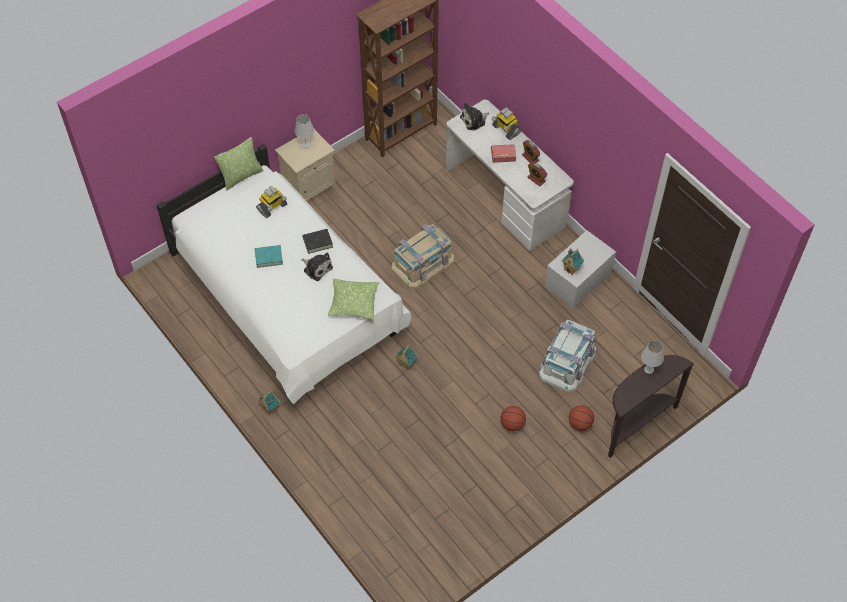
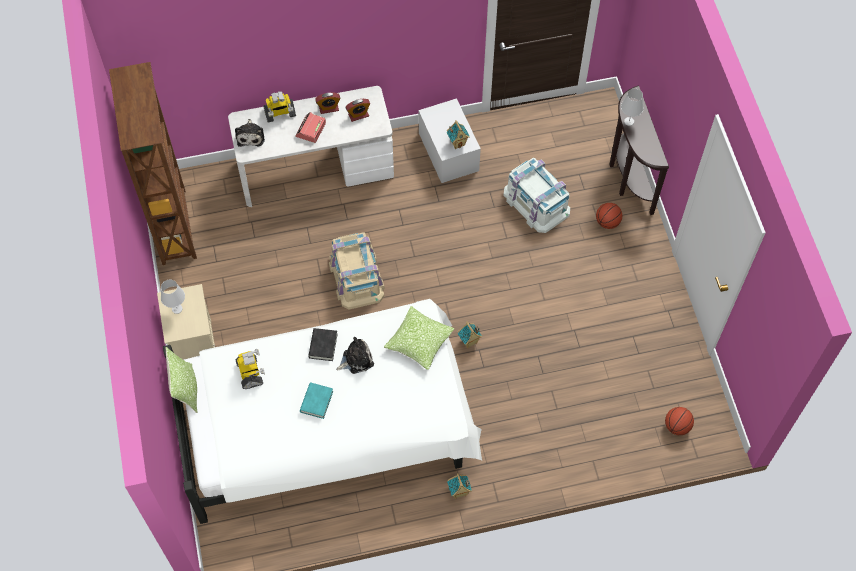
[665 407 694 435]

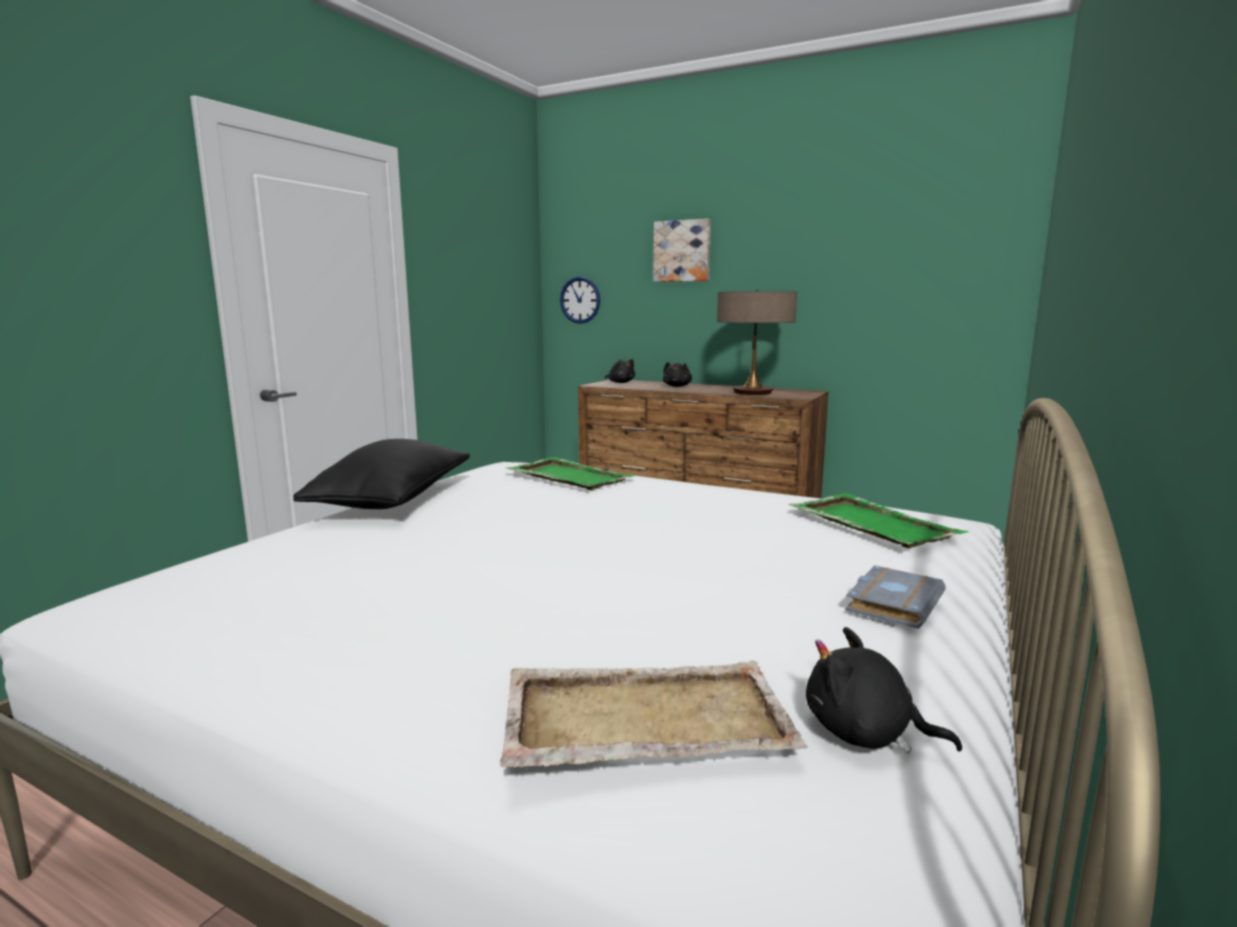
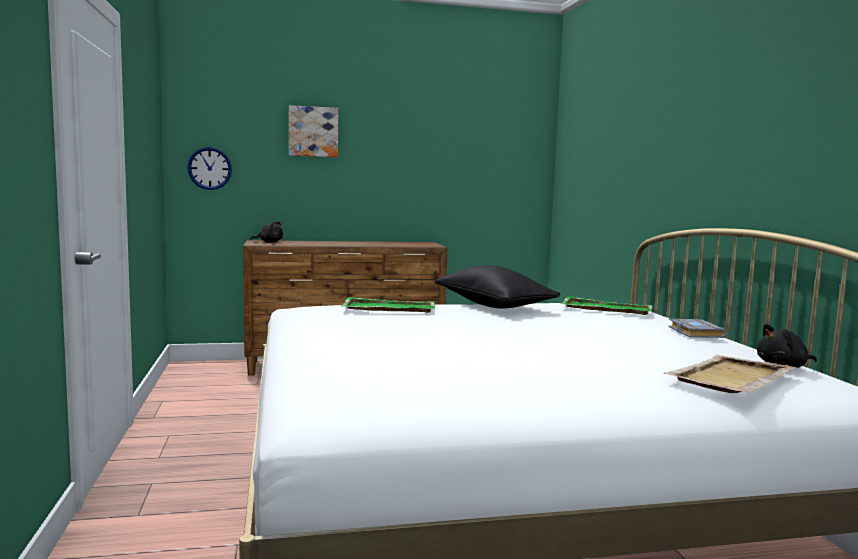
[717 290 797 395] (first image)
[663 362 692 387] (first image)
[435 265 560 309]

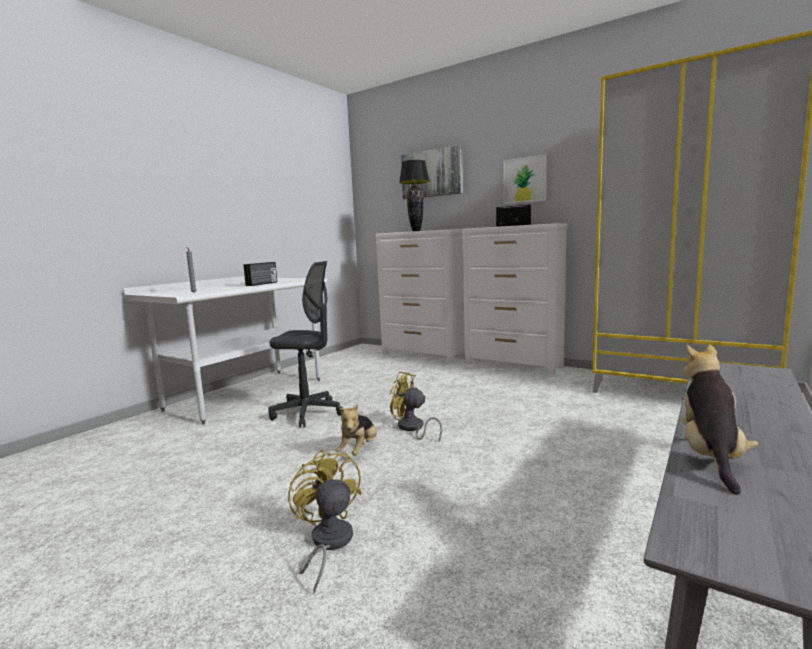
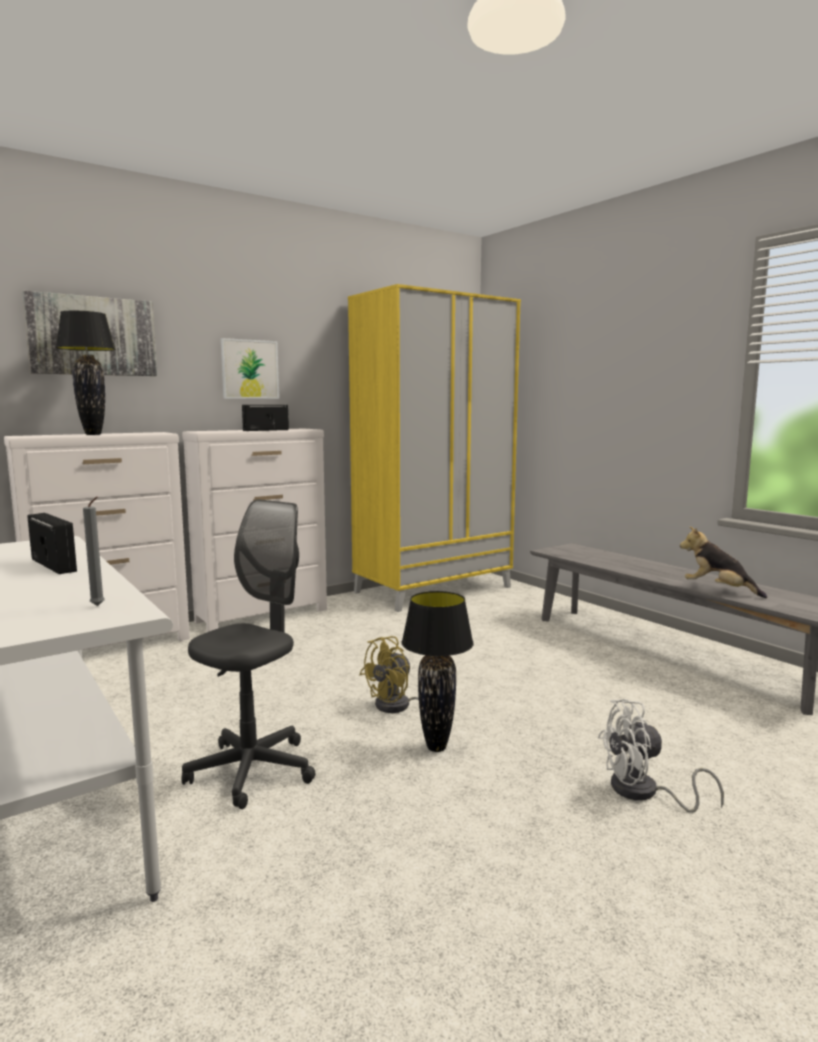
[402 591 473 752]
[598 699 724 813]

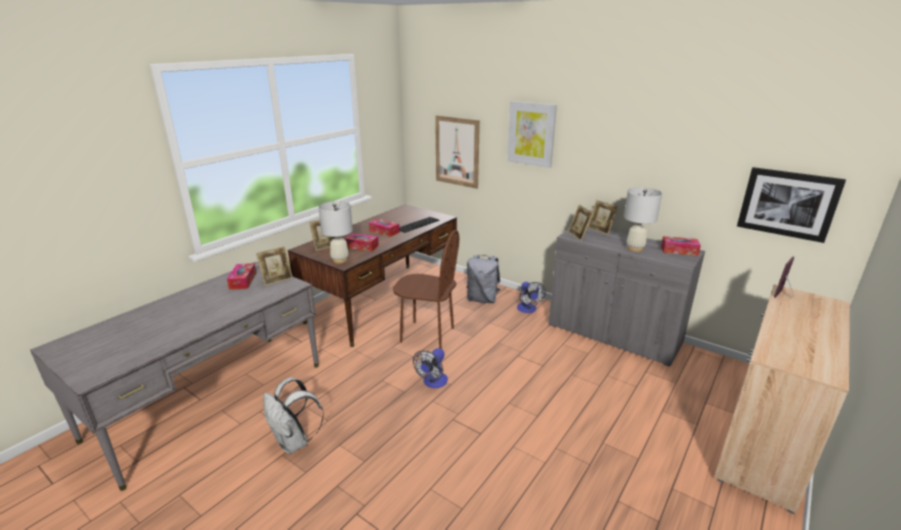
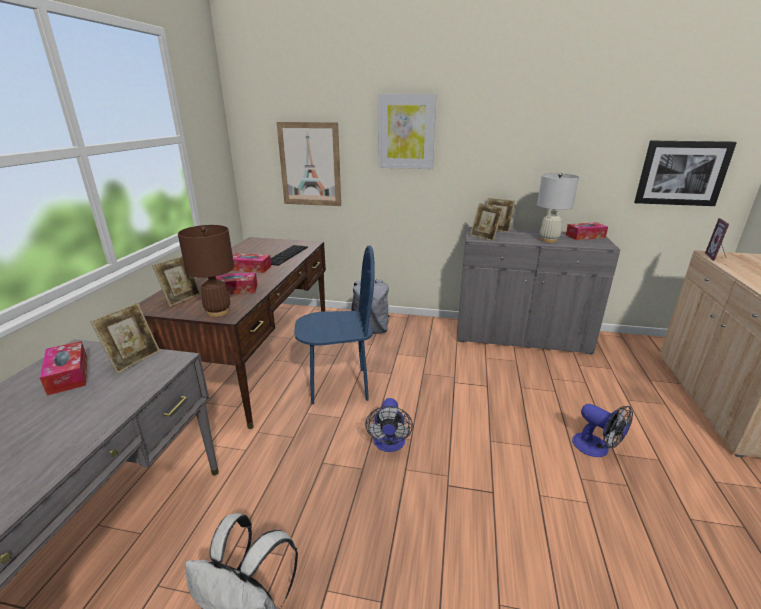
[178 225 234 317]
[294 245 375 405]
[572 404 633 457]

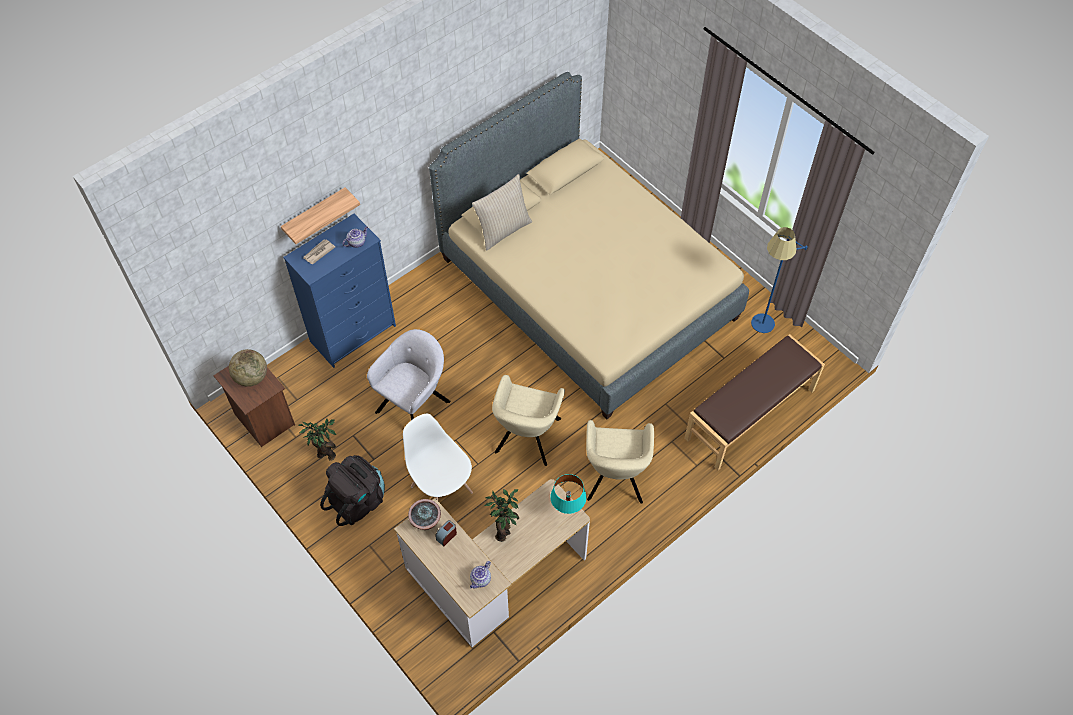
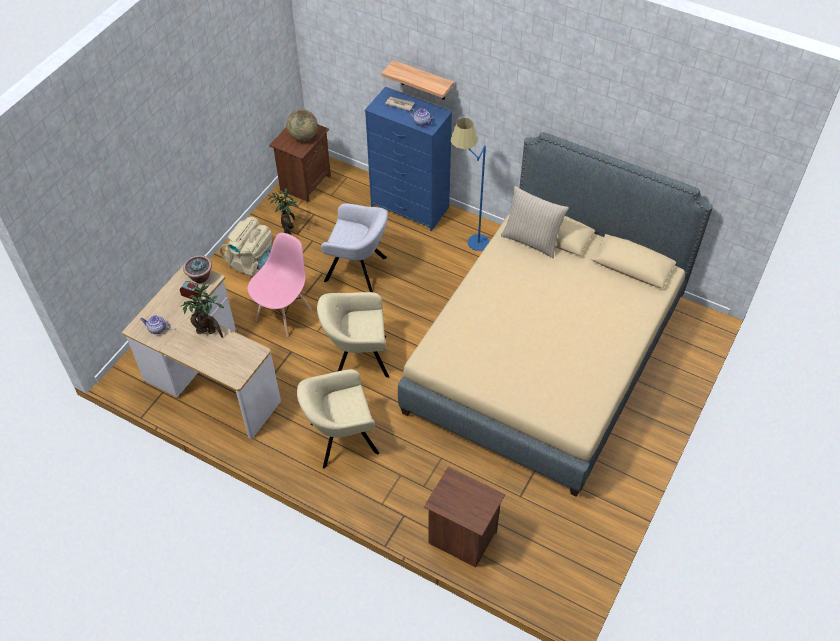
[451 118 489 251]
[424 467 505 568]
[247 233 312 337]
[220 217 273 277]
[550 474 586 514] (first image)

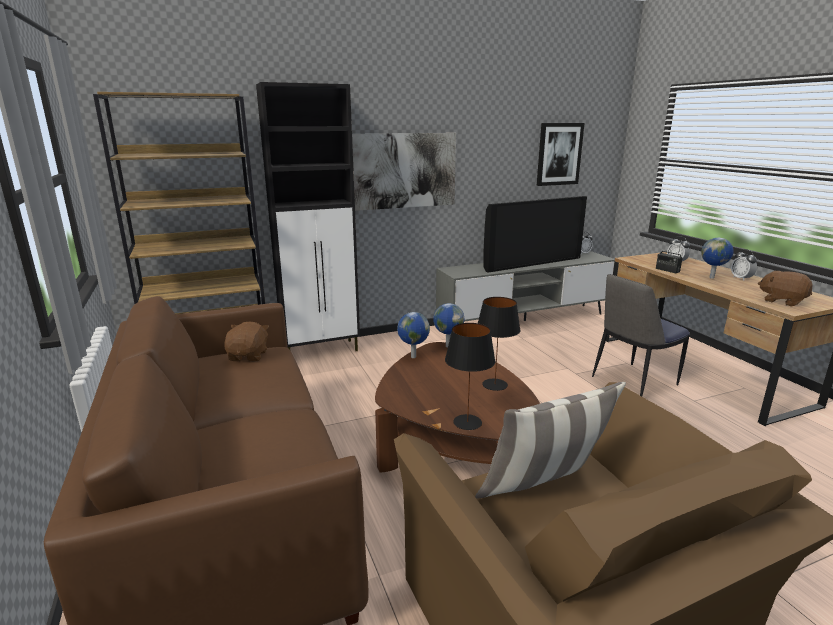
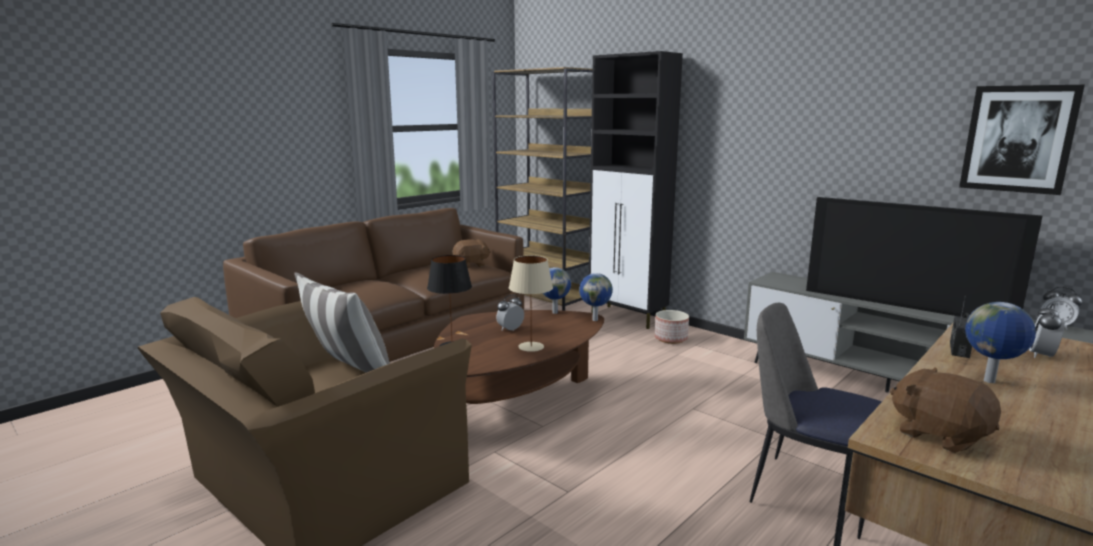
[352 133 456 211] (first image)
[496 294 524 330]
[890 367 1001 453]
[509 255 553 352]
[655 310 689 344]

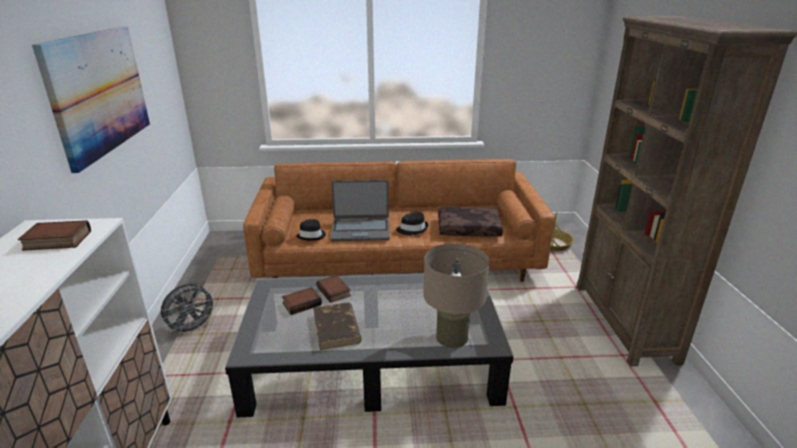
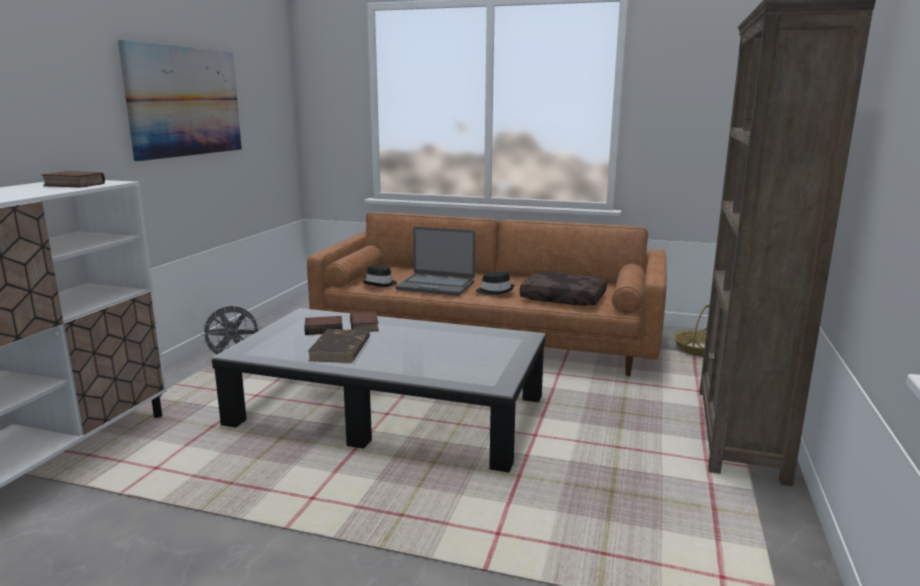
[423 243 490 348] (first image)

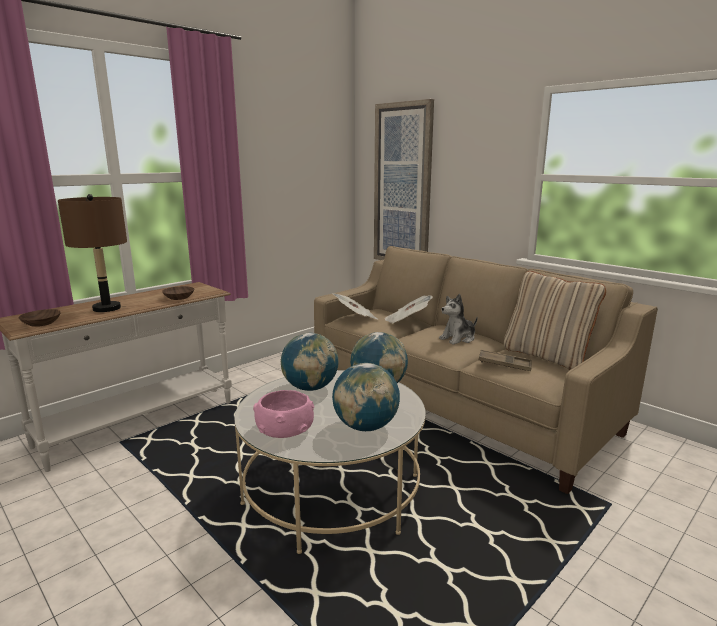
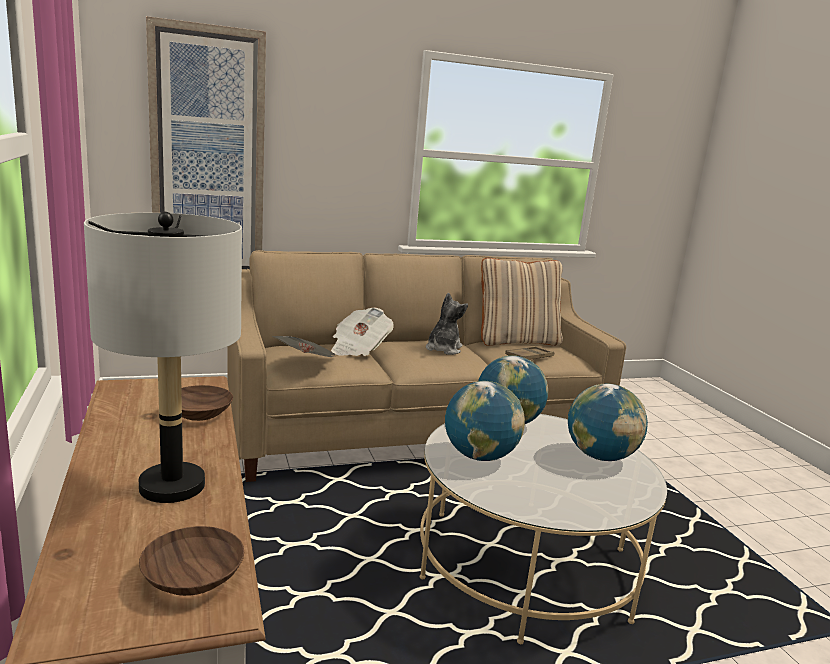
[84 212 242 503]
[426 293 468 355]
[253 390 314 438] (first image)

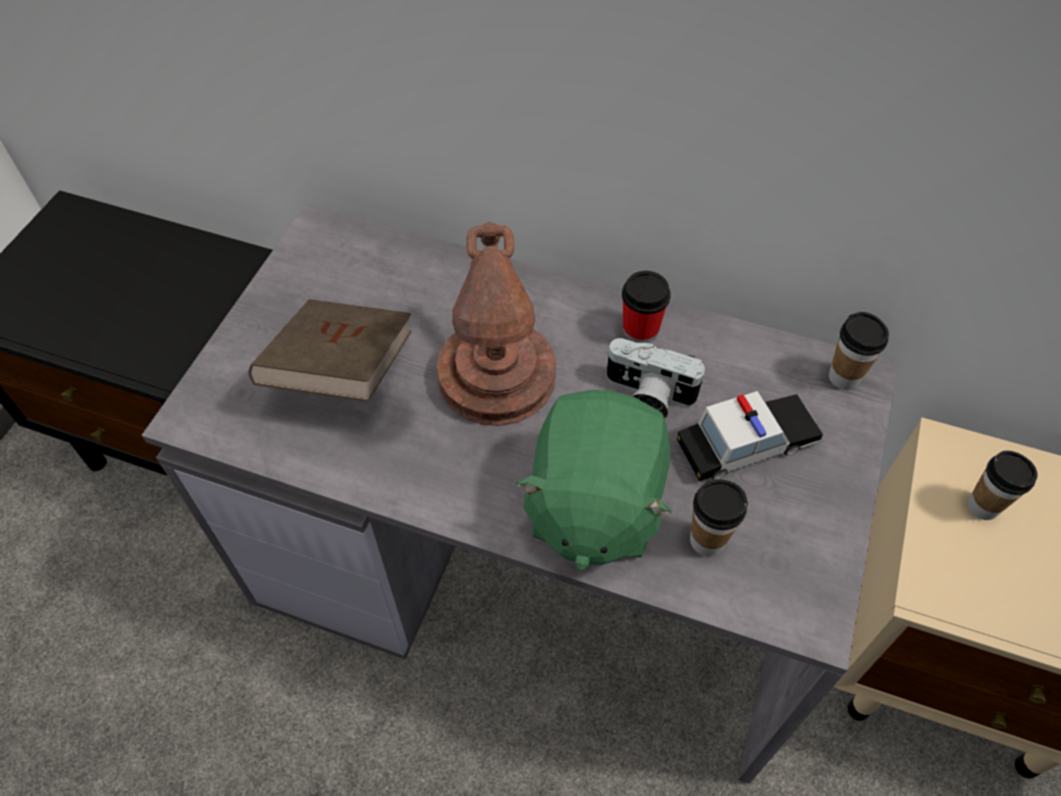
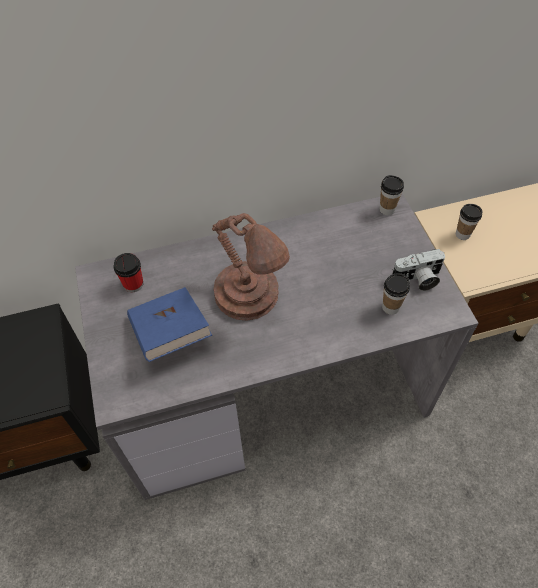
[114 253 143 292]
[127 287 212 362]
[393 249 445 291]
[515 390 672 570] (first image)
[677 391 823 481] (first image)

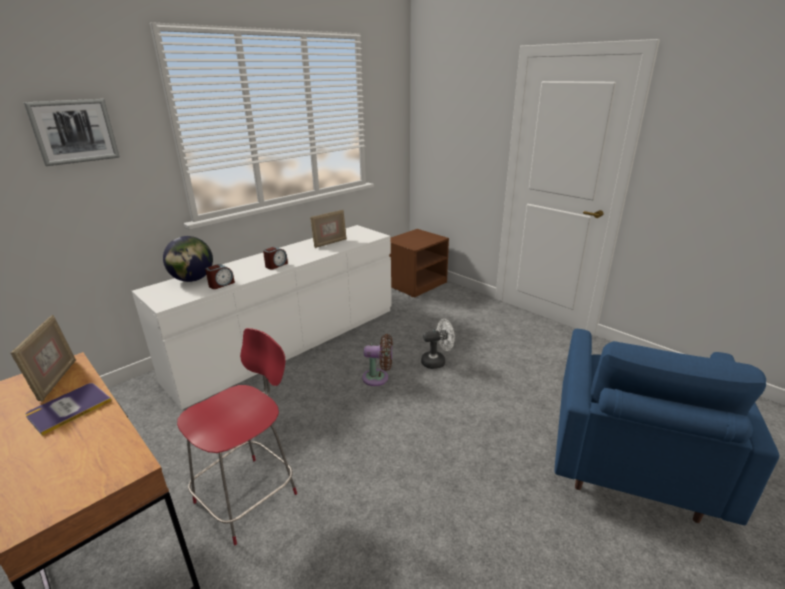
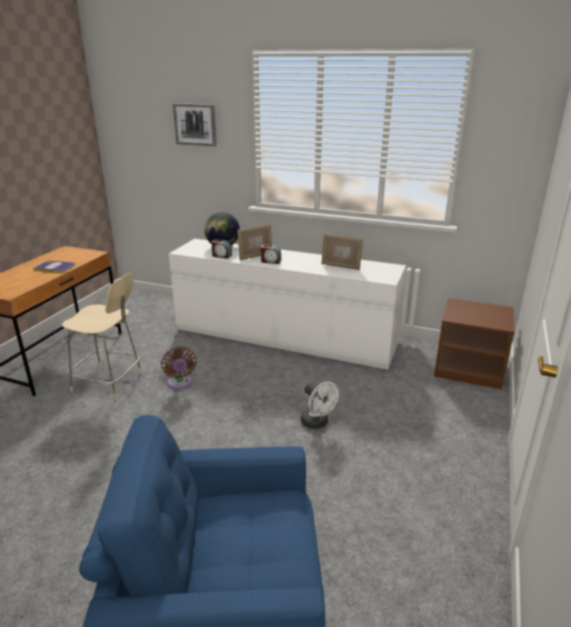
[237 224 272 260]
[62 273 142 400]
[161 347 197 389]

